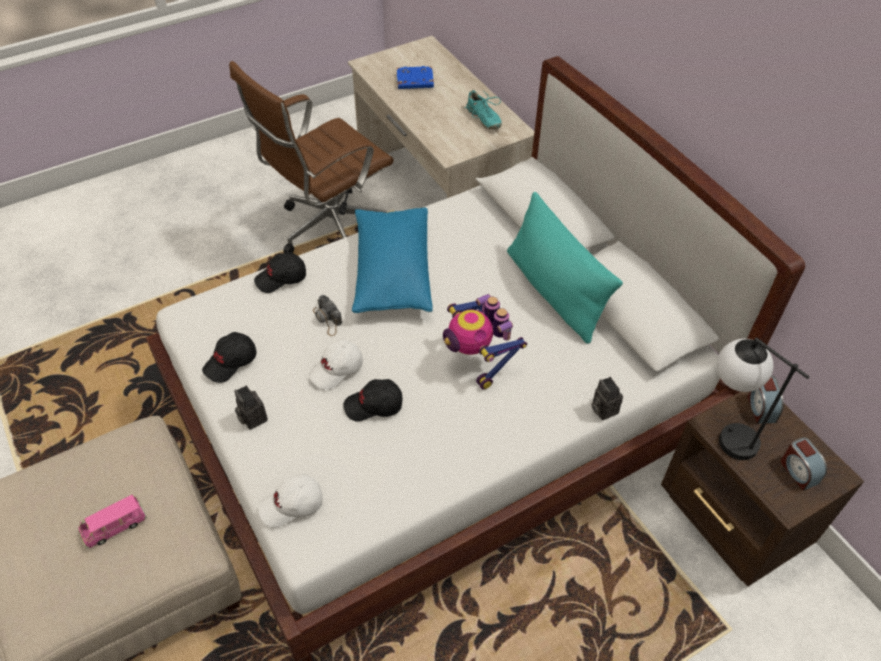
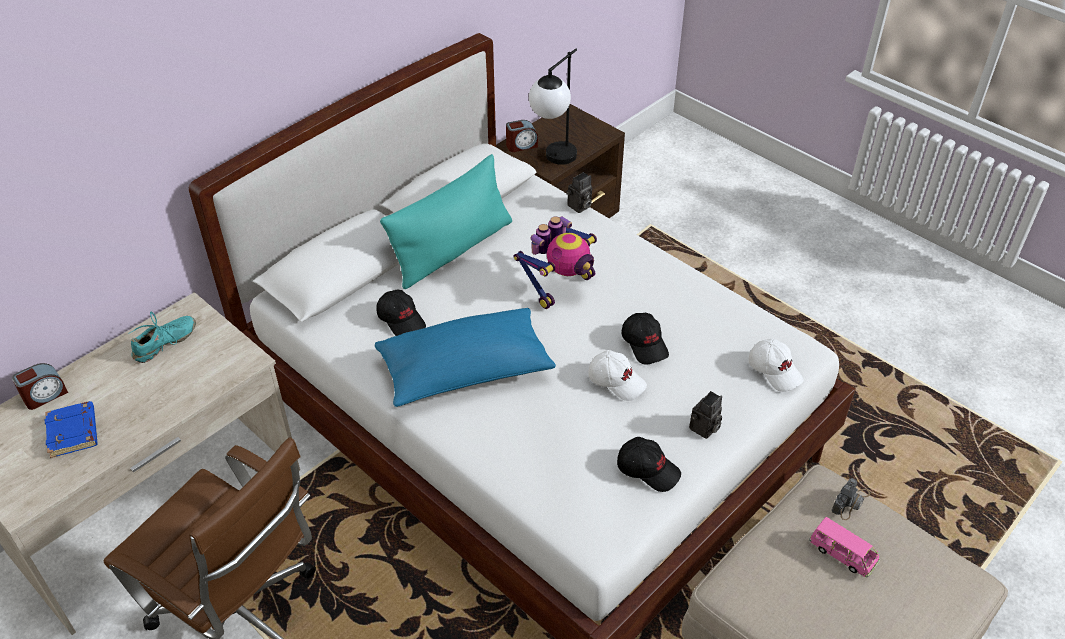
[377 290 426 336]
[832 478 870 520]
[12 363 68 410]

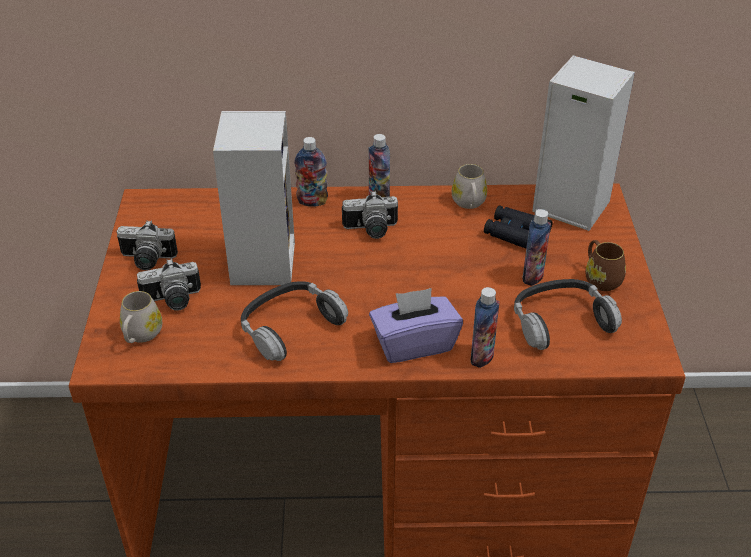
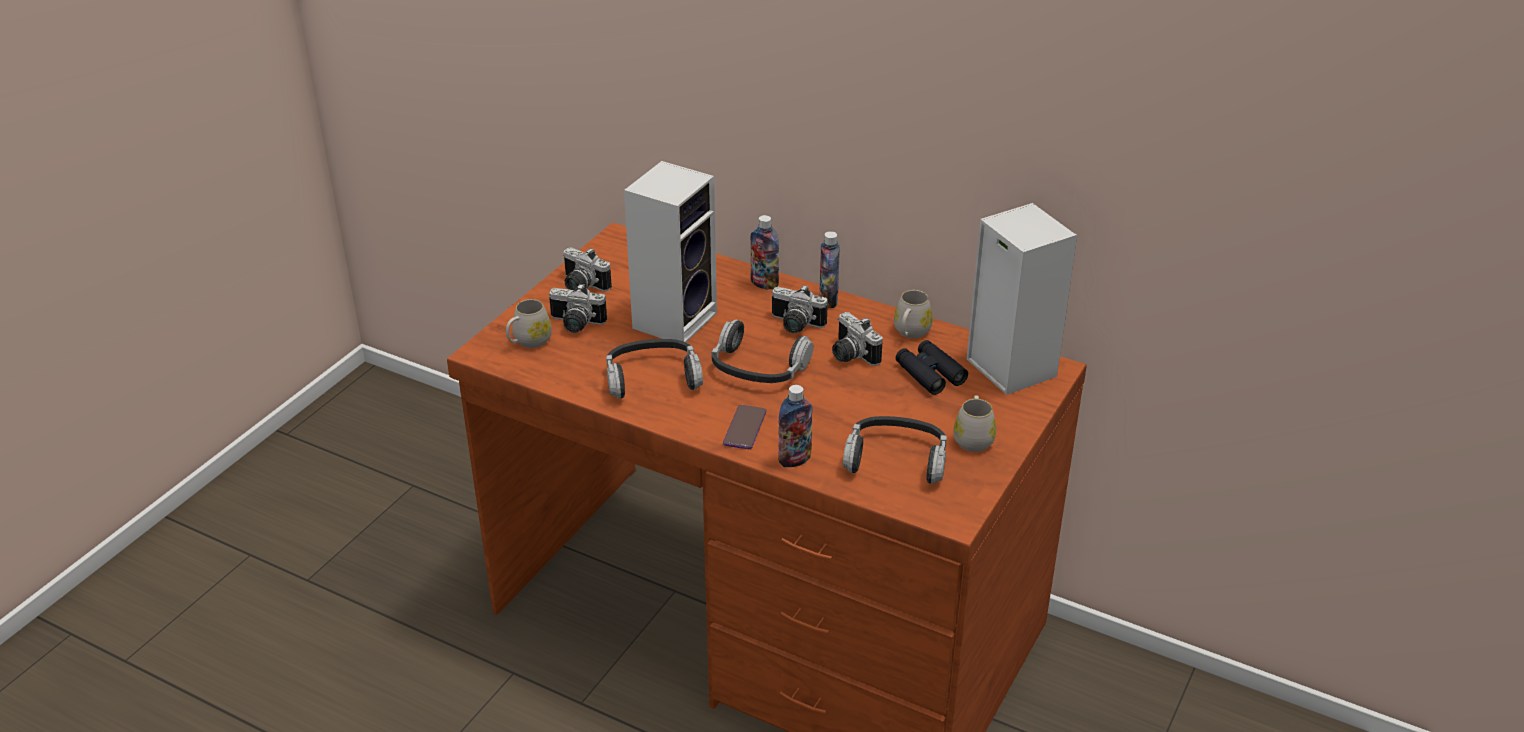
[523 209 551 286] (first image)
[953 396 996 452]
[723 405 766 449]
[832 312 883 366]
[711 320 814 383]

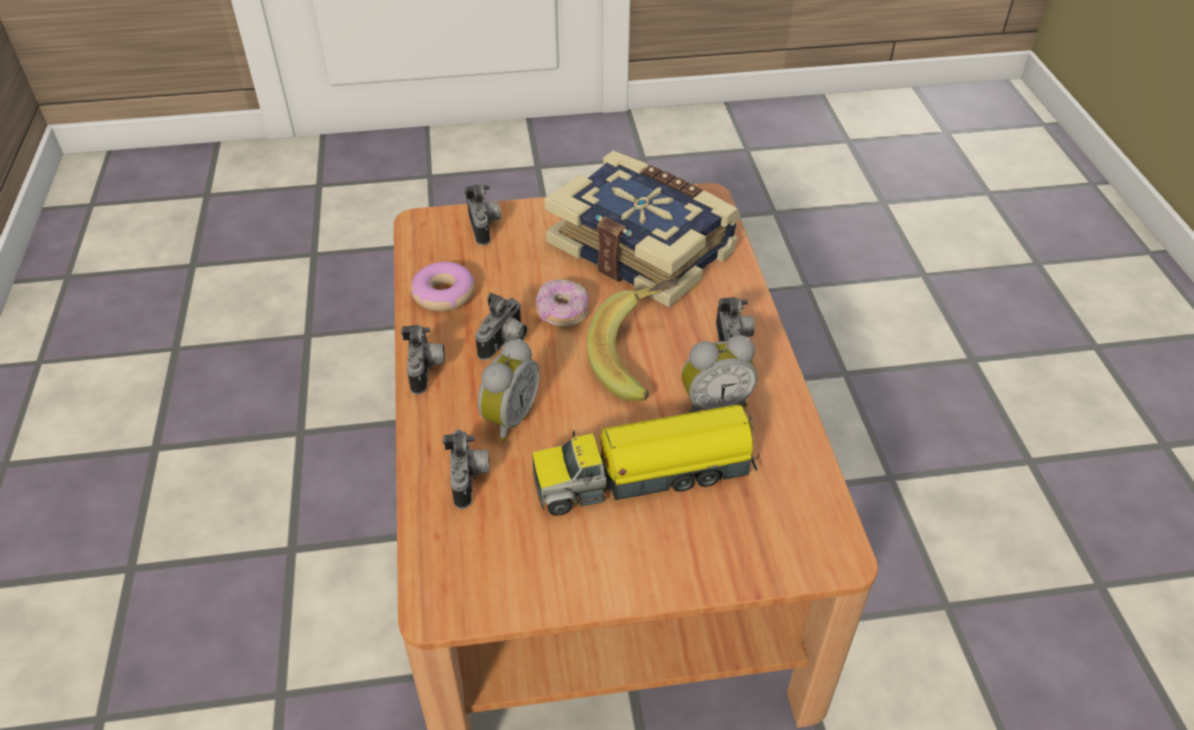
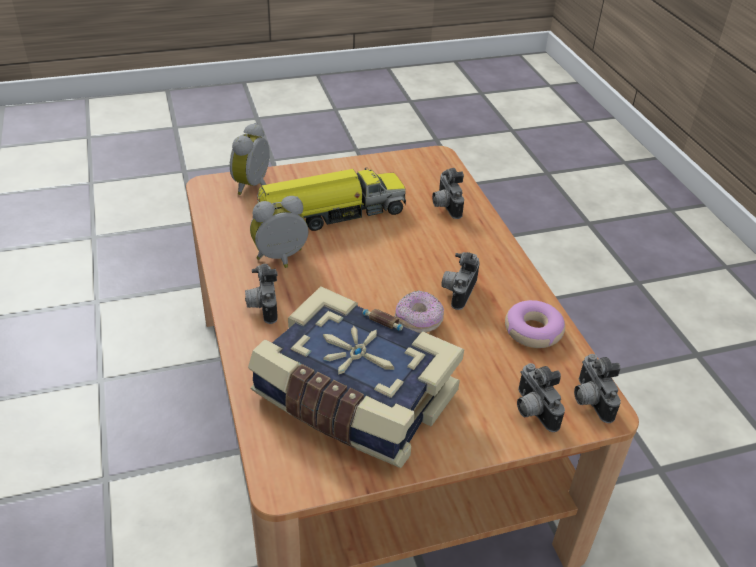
[587 278 678 401] (first image)
[574 354 621 423]
[230 123 269 195]

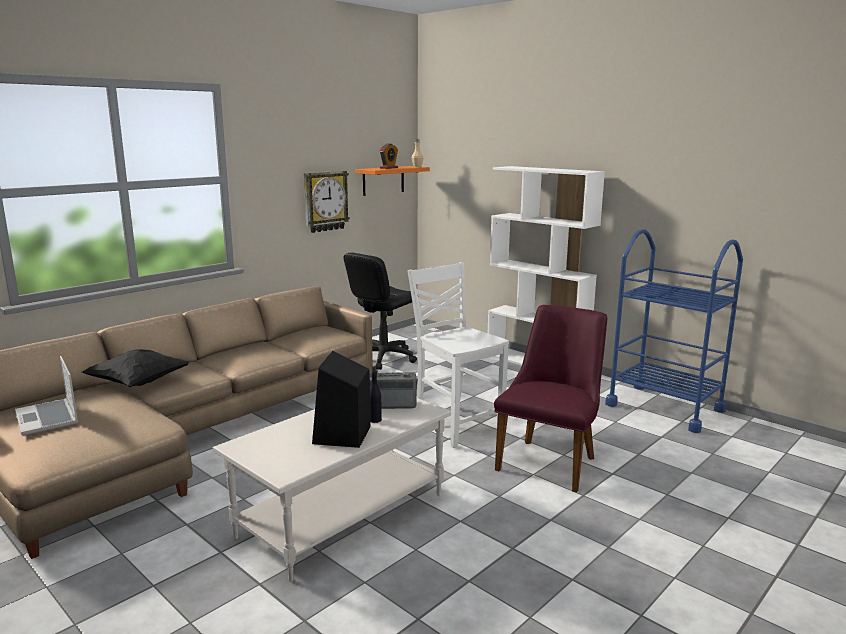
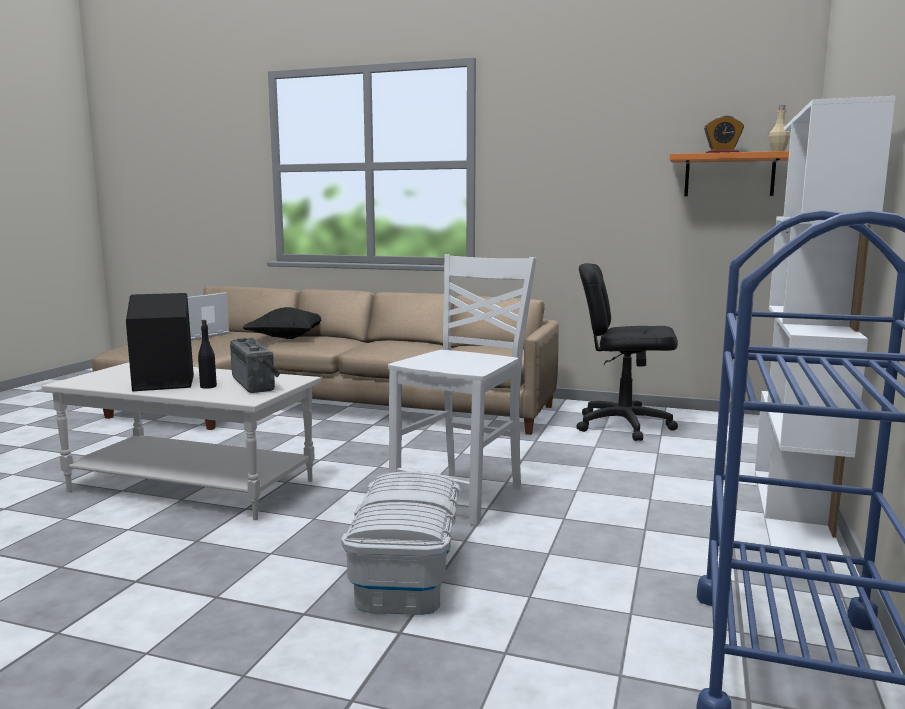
[304 171 350 233] (first image)
[341 471 460 615]

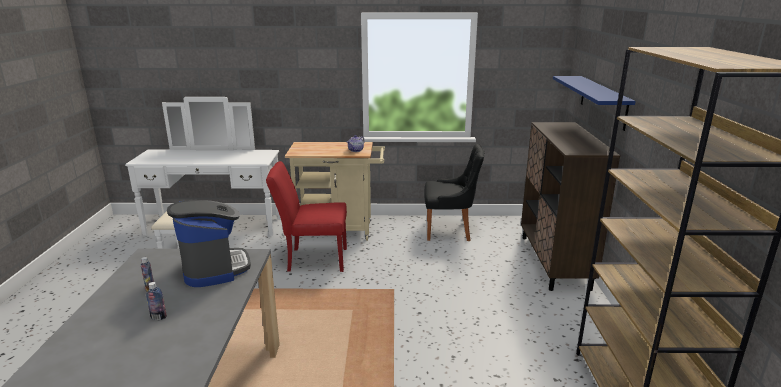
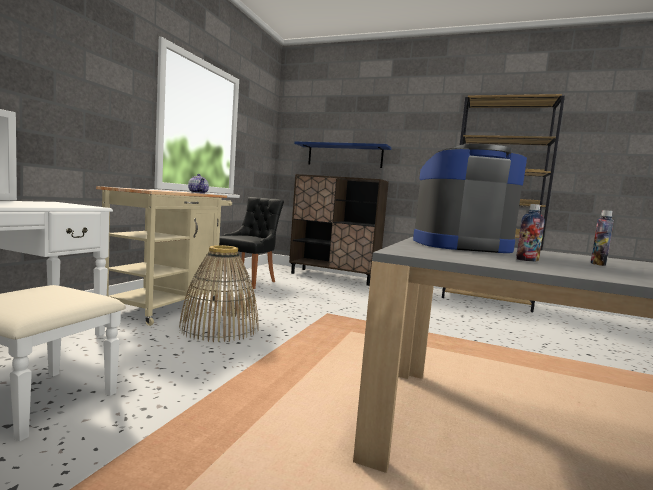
[179 245 259 342]

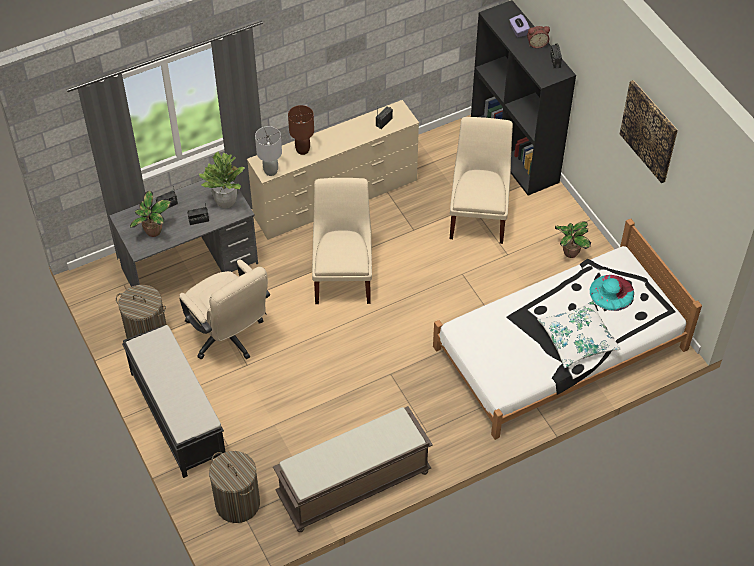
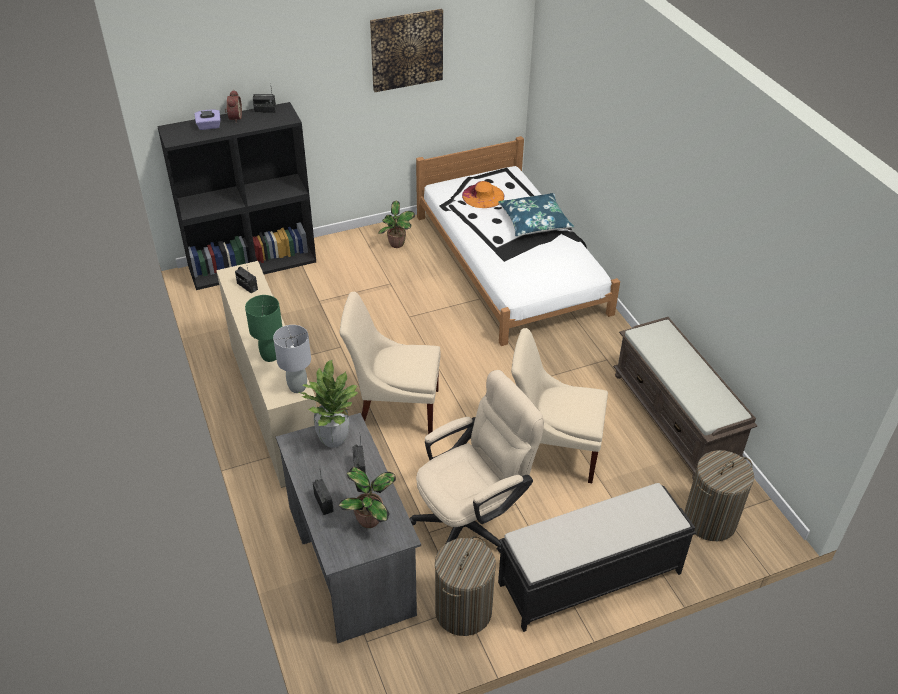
[245 295 282 362]
[511 328 608 483]
[462 181 504 208]
[498 193 574 237]

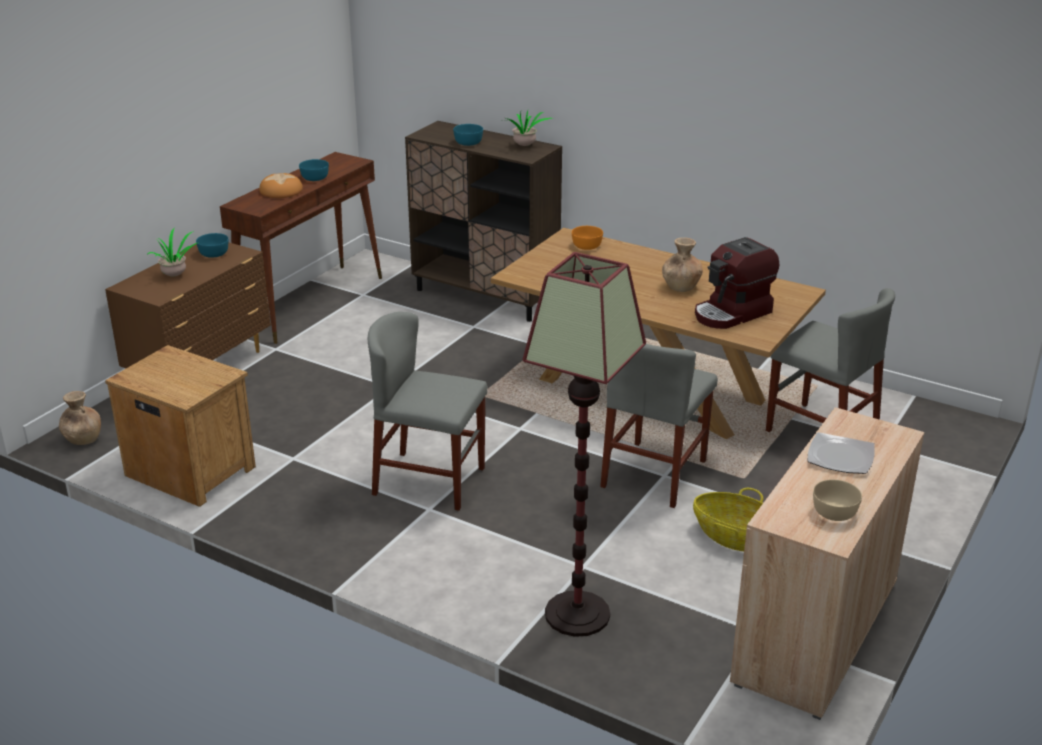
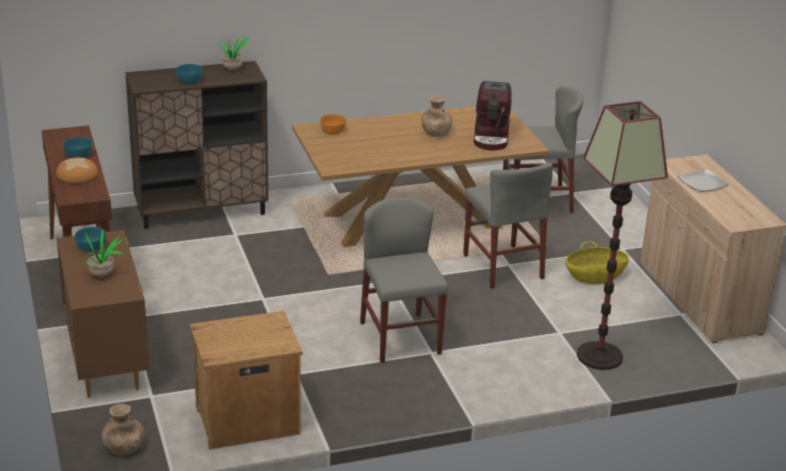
[360 197 448 363]
[813 479 862 521] (first image)

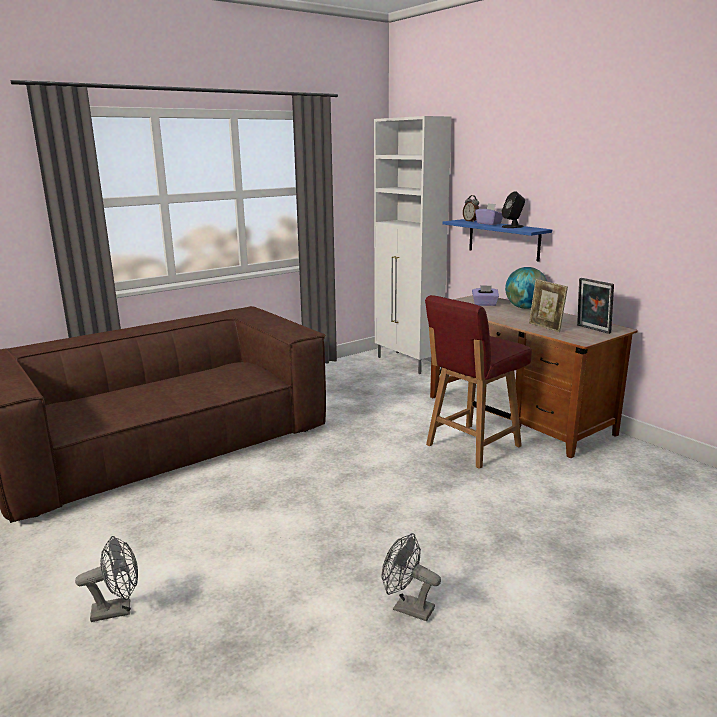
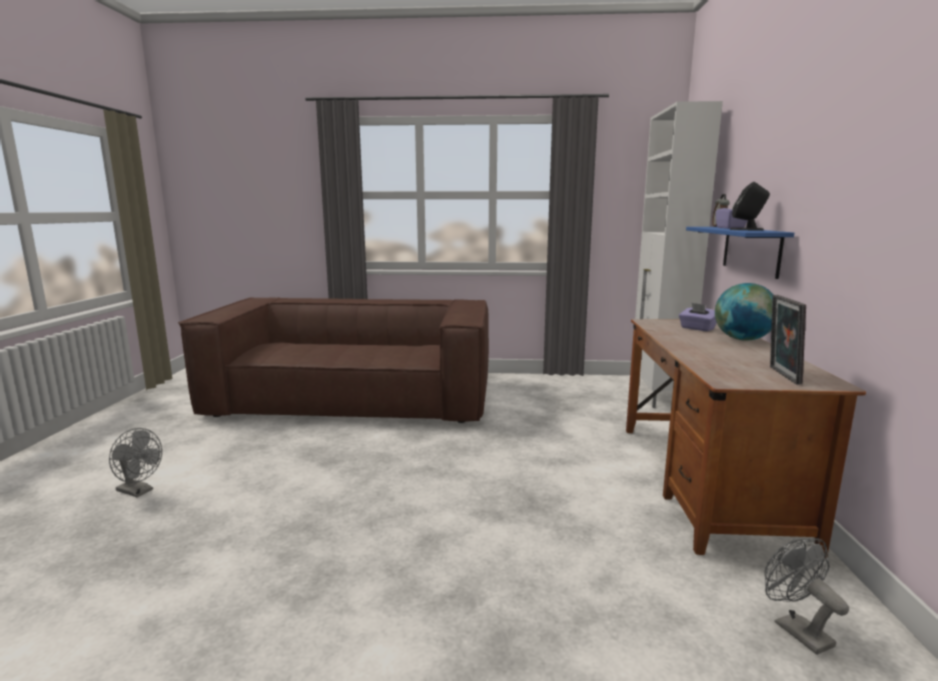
[529 279 568 332] (first image)
[425 295 532 469] (first image)
[764 538 849 655]

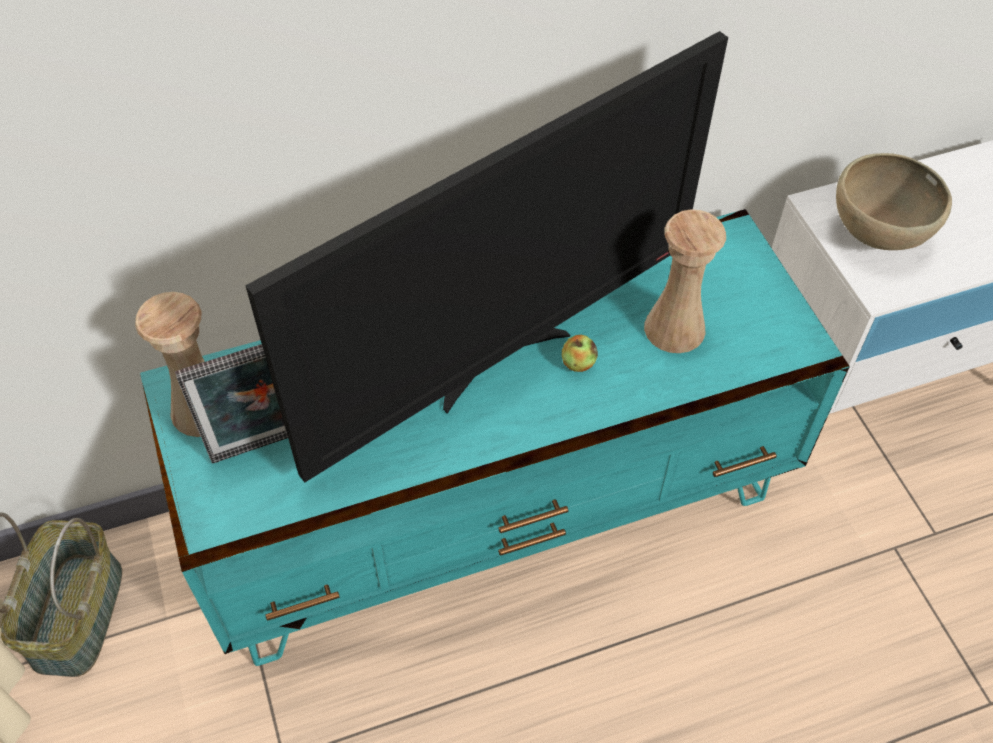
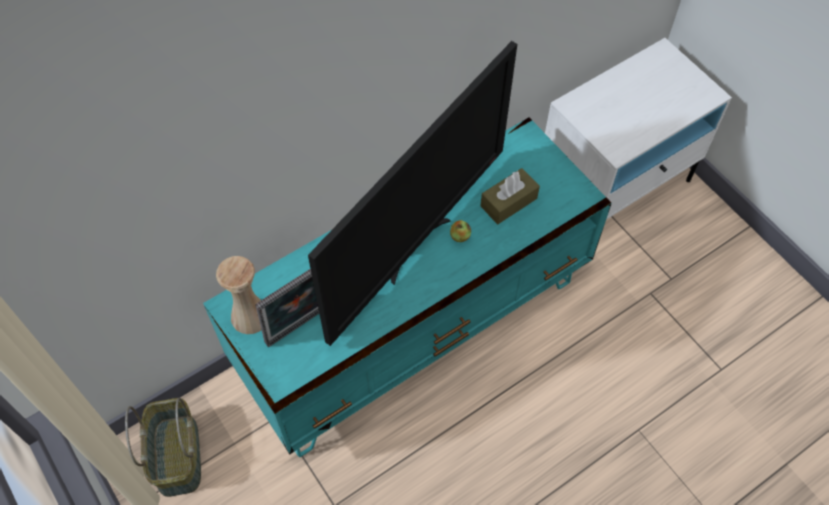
[836 153 952 250] (first image)
[480 168 540 224]

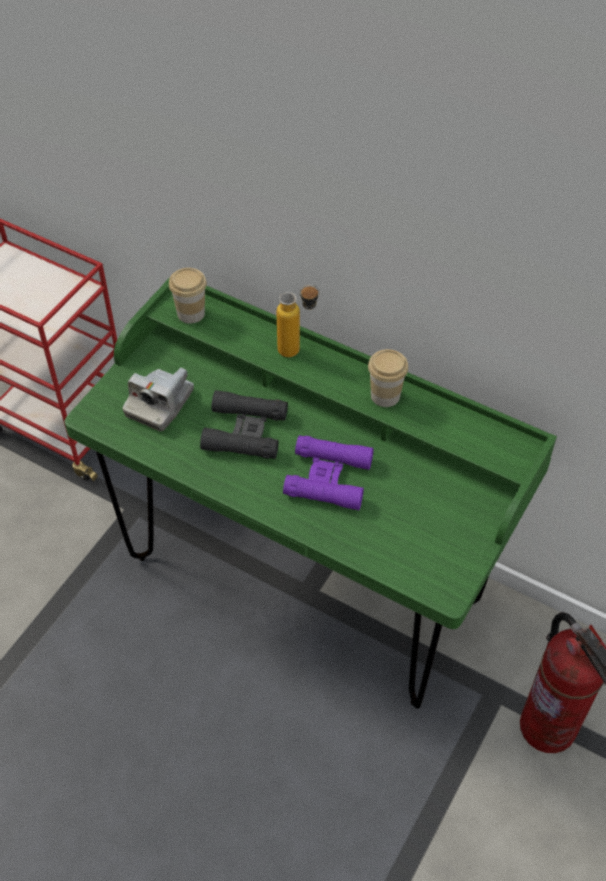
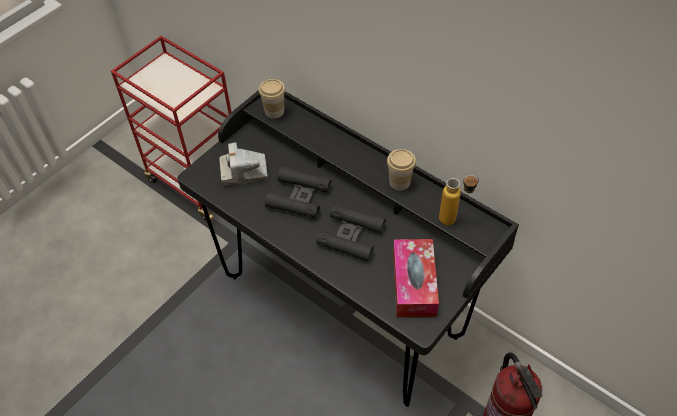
[177 90 519 407]
[439 175 479 225]
[219 143 268 186]
[316 204 386 262]
[393 239 439 317]

